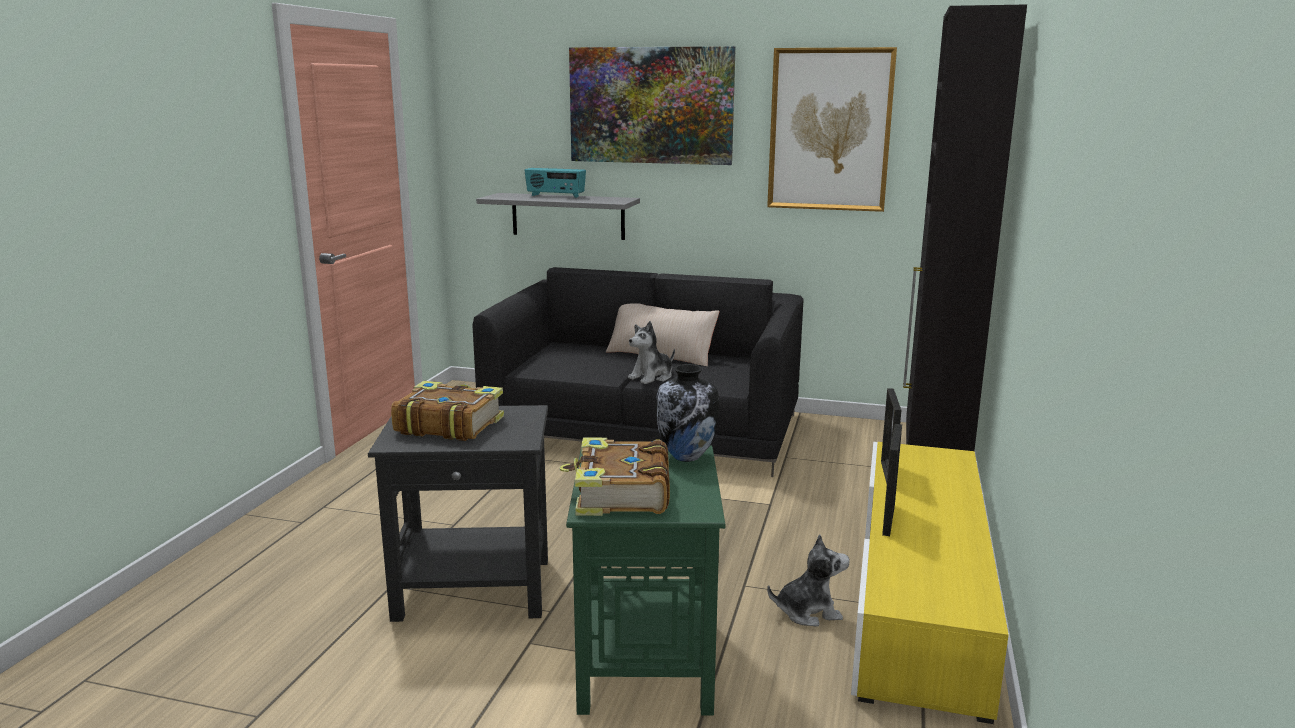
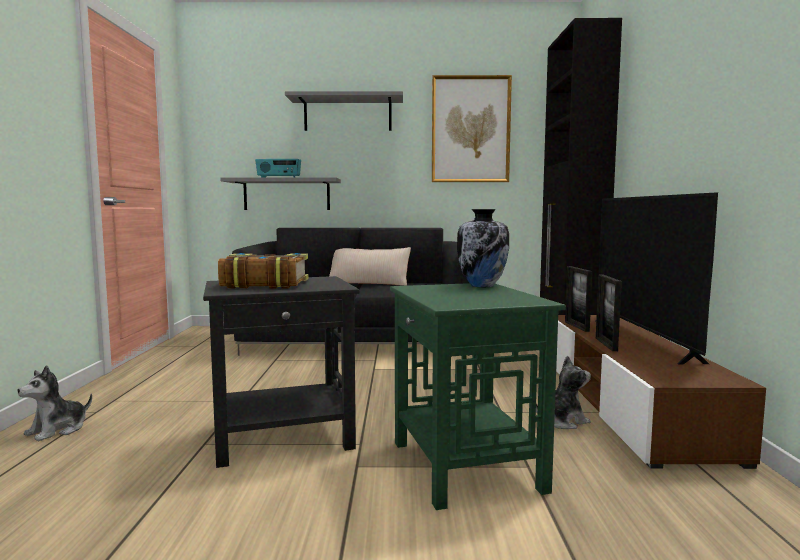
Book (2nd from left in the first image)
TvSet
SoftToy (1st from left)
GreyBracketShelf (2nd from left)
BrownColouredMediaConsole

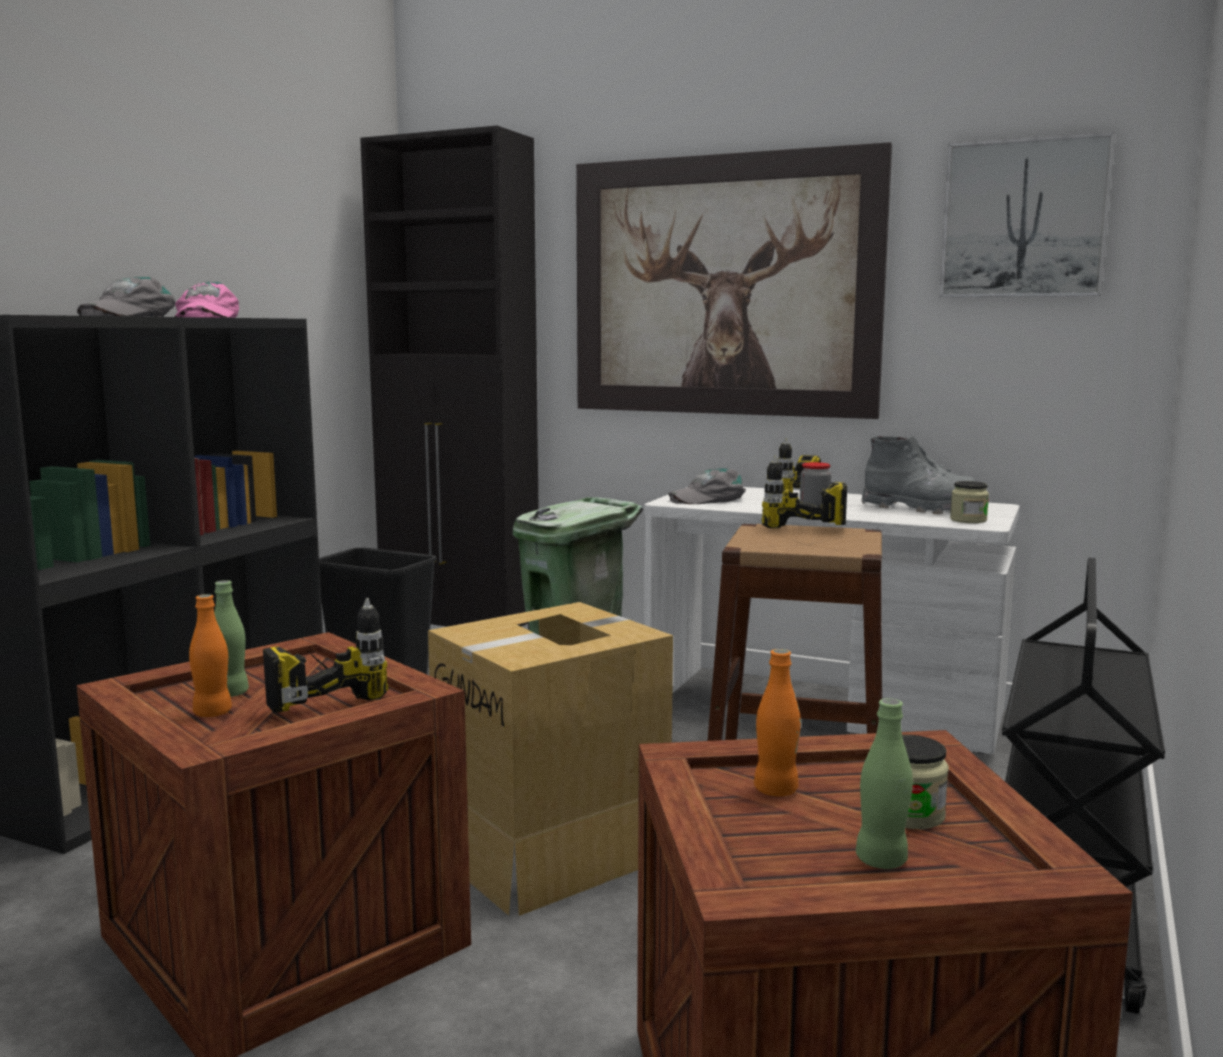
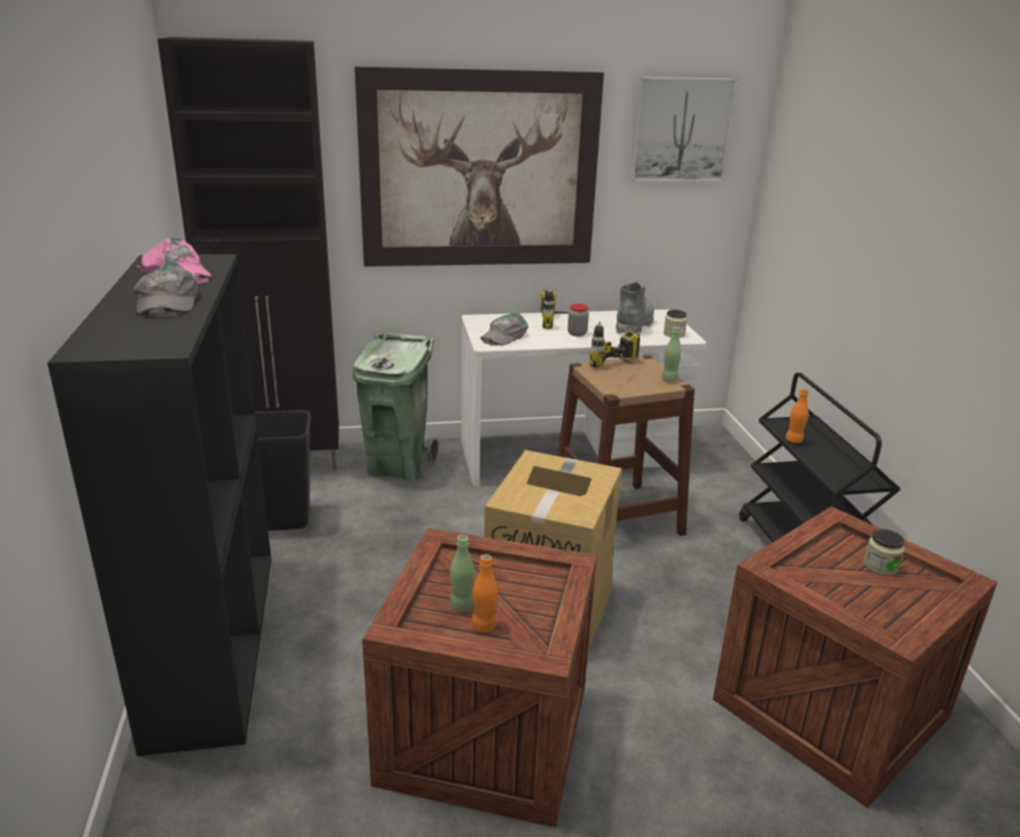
ElectricDrill (1st from left in the first image)
OrangeyBottle (2nd from left)
GreenColouredBottle (2nd from left)
GreyTallBoot

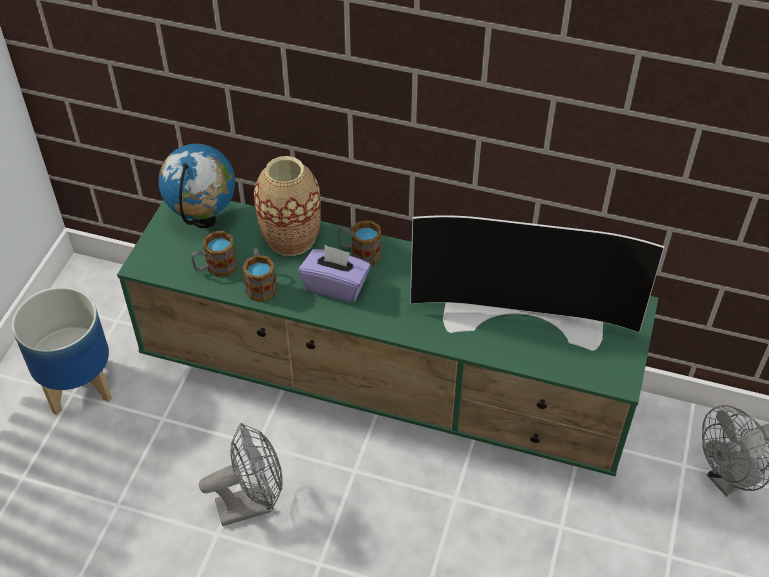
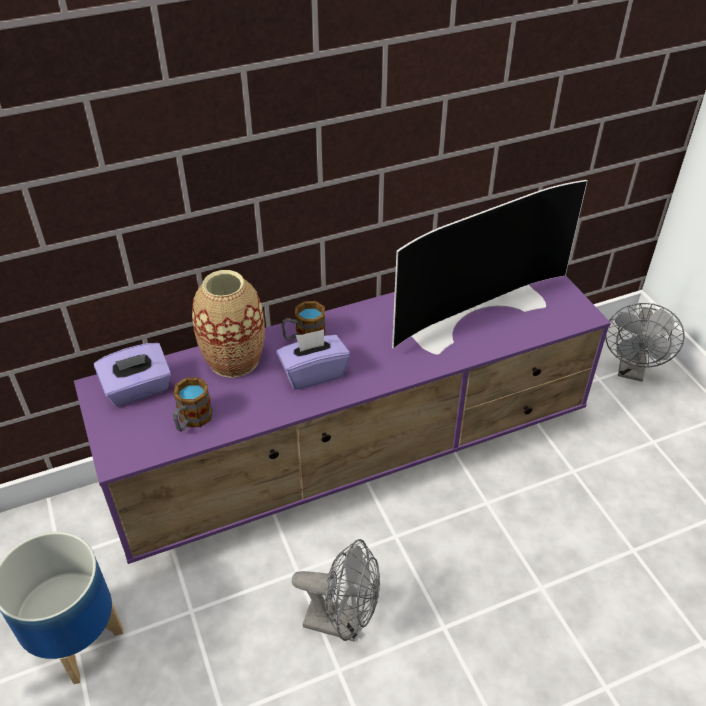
TeaMug (2nd from left in the first image)
PurplishTissueBox (1st from left)
PurplishMediaConsole
GreyFan (1st from left)

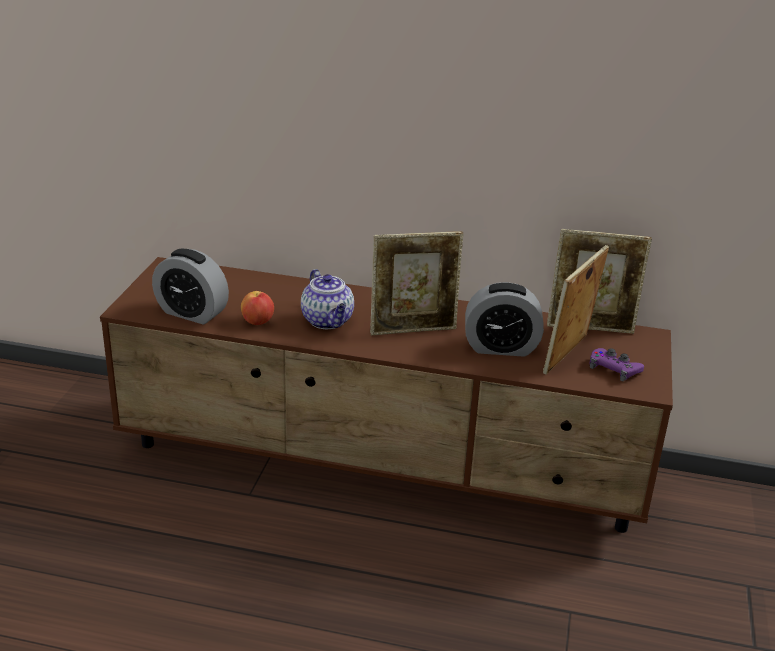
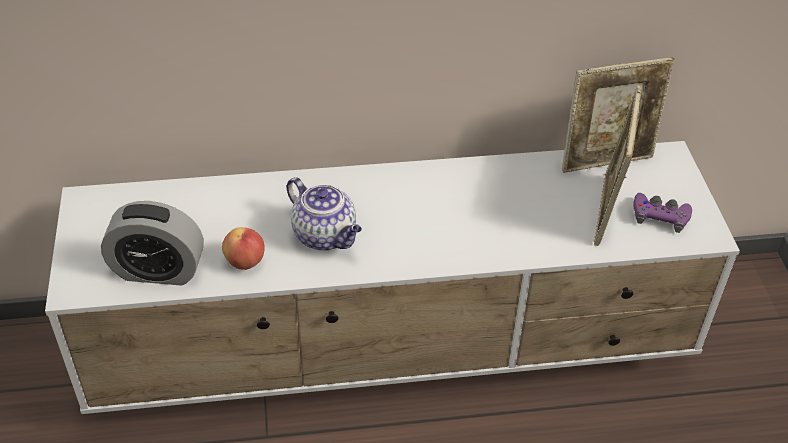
PhotoFrame (1st from left in the first image)
TableClock (2nd from left in the first image)
WhiteMediaConsole

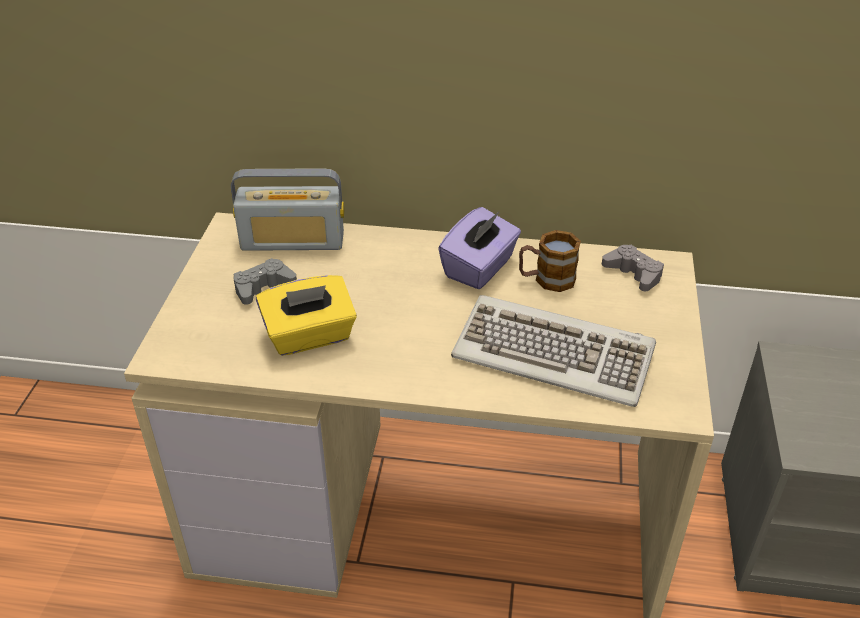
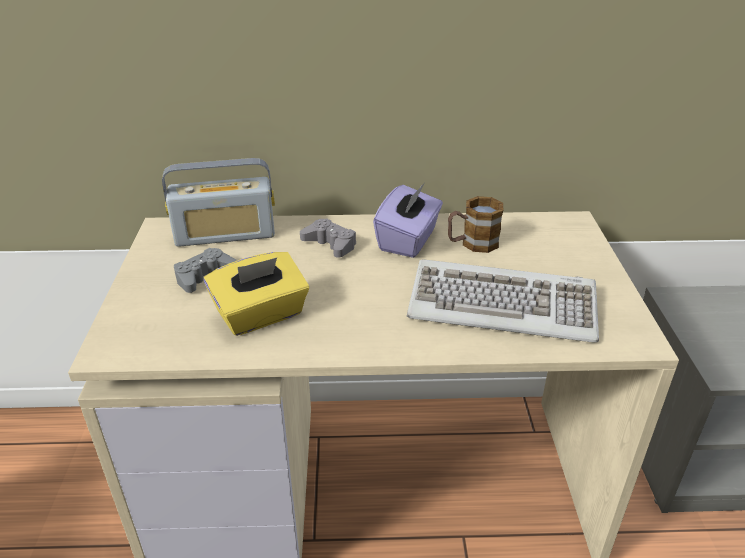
GreyGameController (2nd from left)

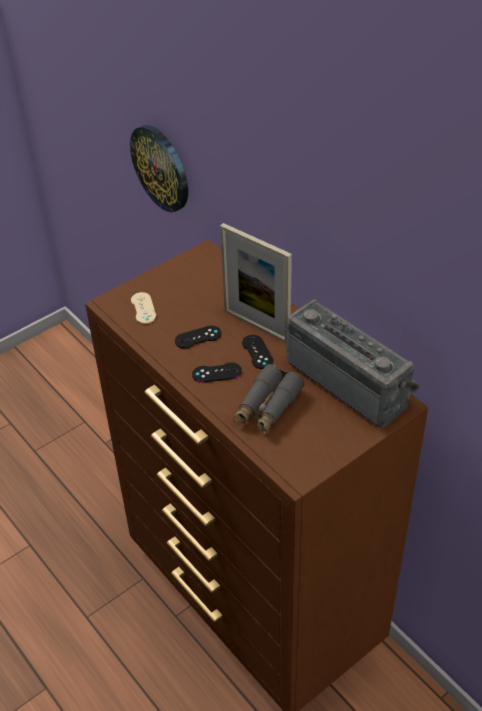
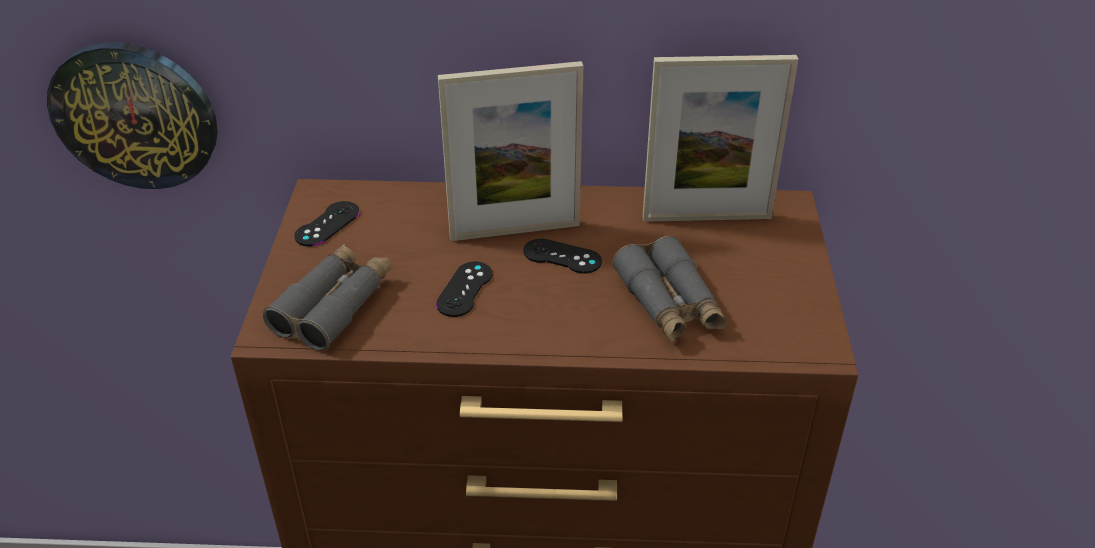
BlackGameController (1st from left)
GreyBinoculars (1st from left)
PhotoFrame (2nd from left)

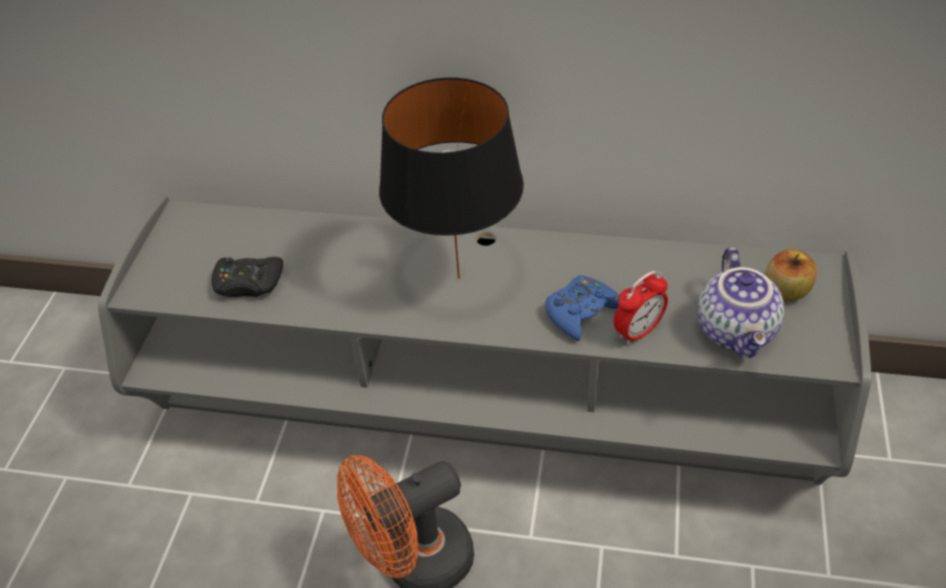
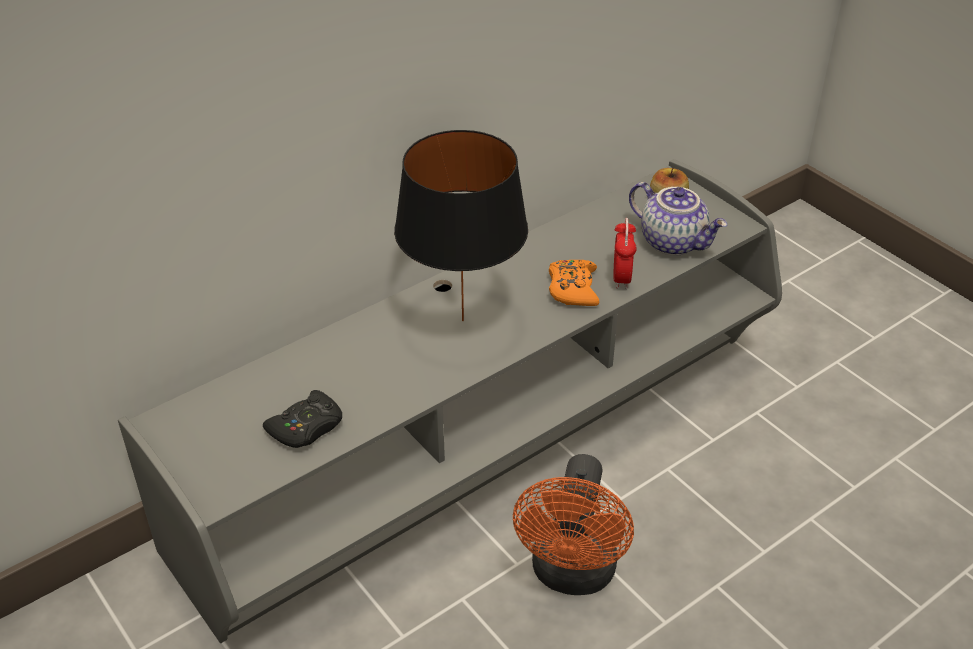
OrangeyGameController

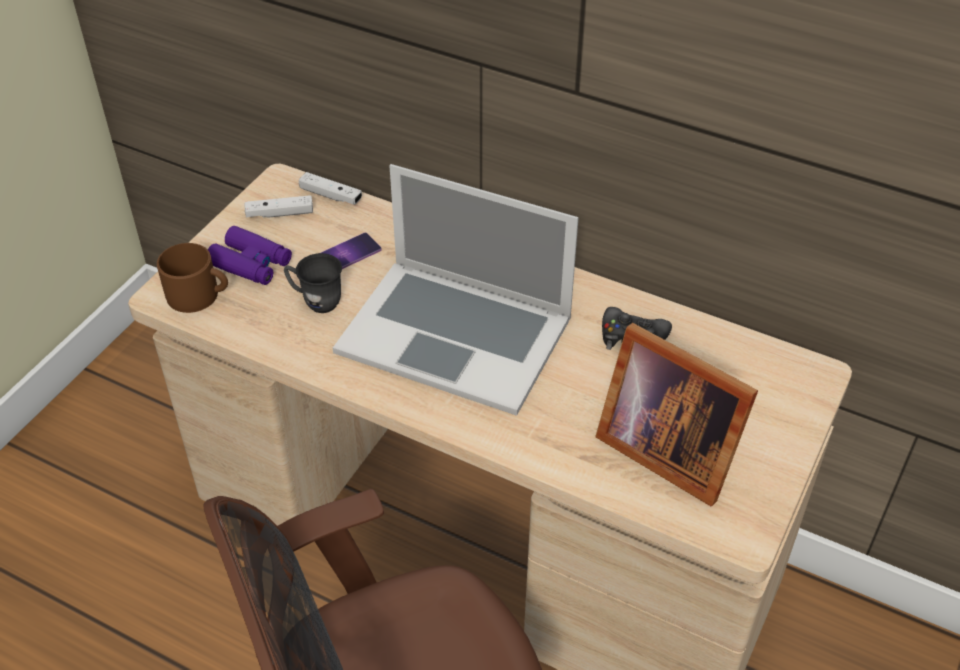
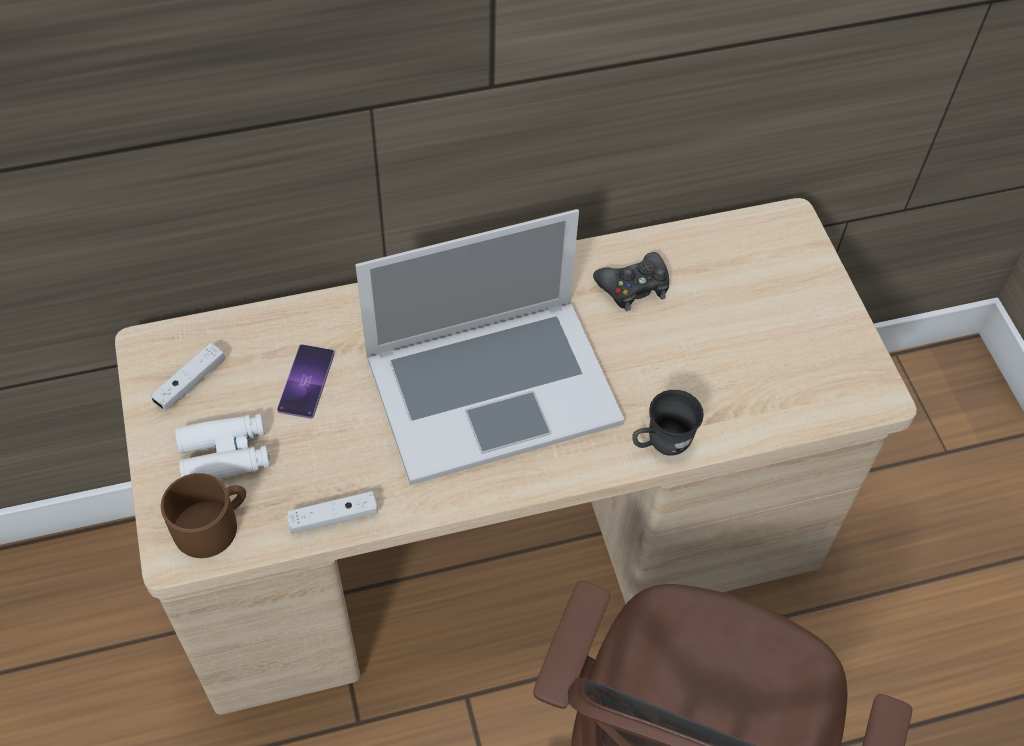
PhotoFrame
GreyTeaMug
WhiteGameController (2nd from left)
WhiteBinoculars

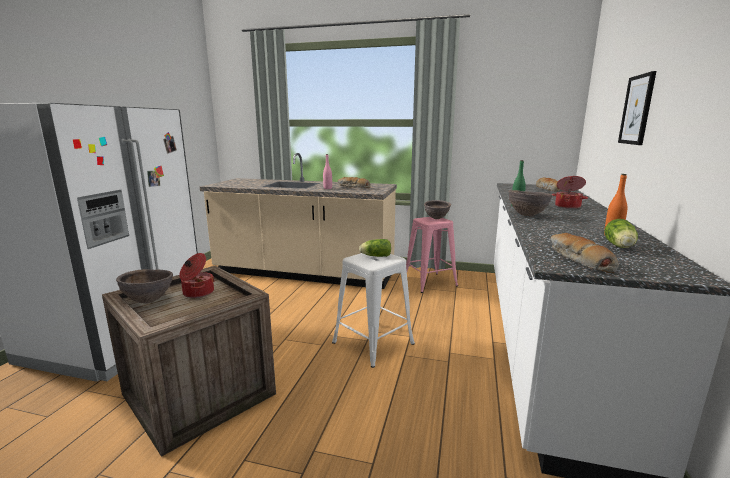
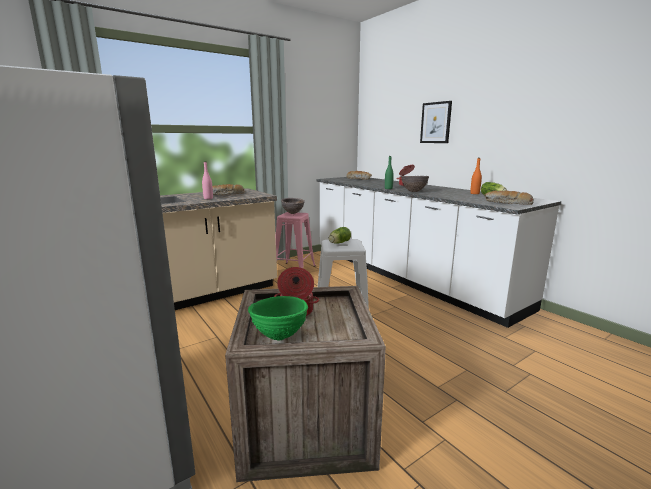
GreenColouredDeepDish

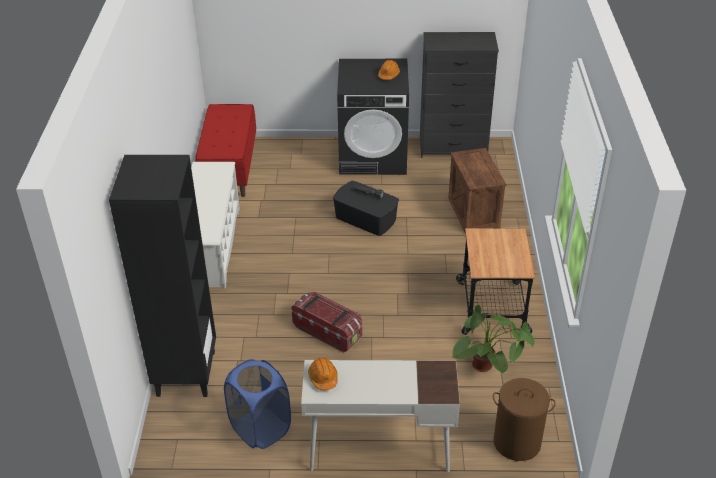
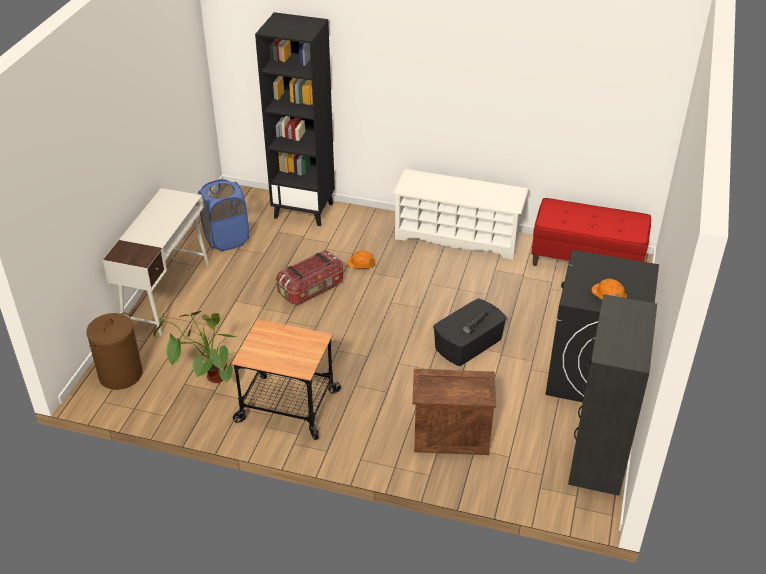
OrangeyWorkHelmet (1st from left)

